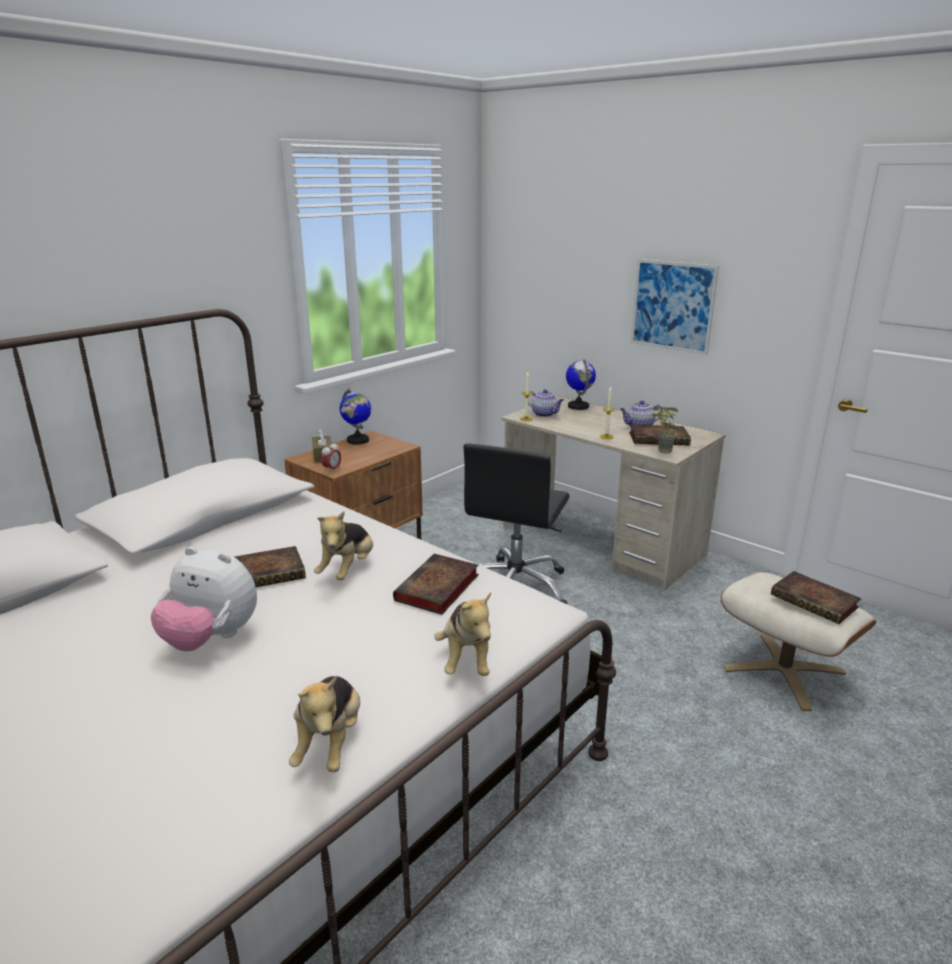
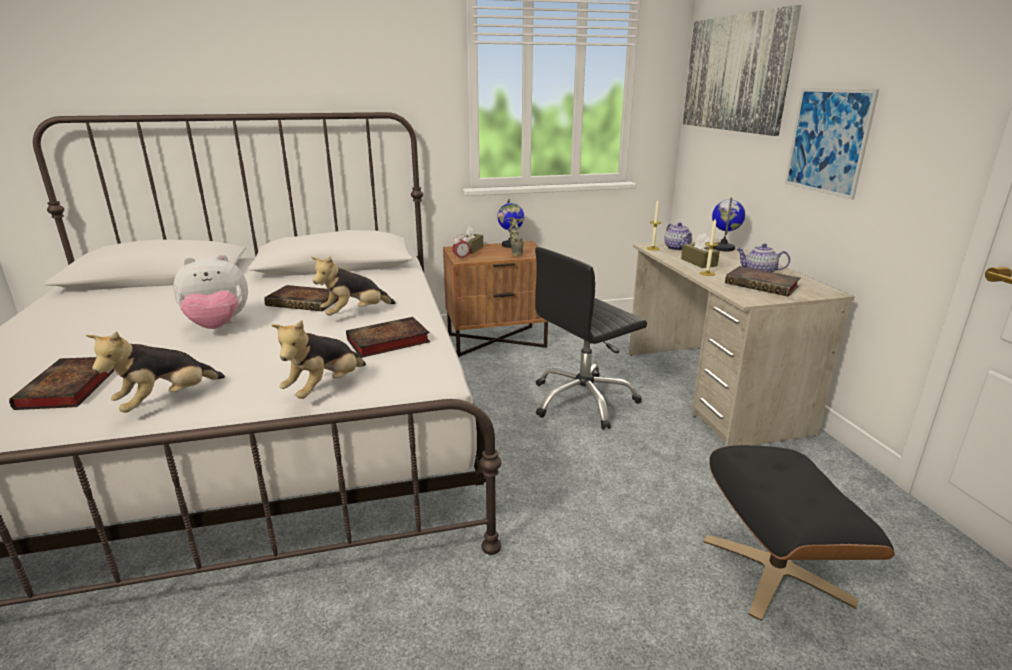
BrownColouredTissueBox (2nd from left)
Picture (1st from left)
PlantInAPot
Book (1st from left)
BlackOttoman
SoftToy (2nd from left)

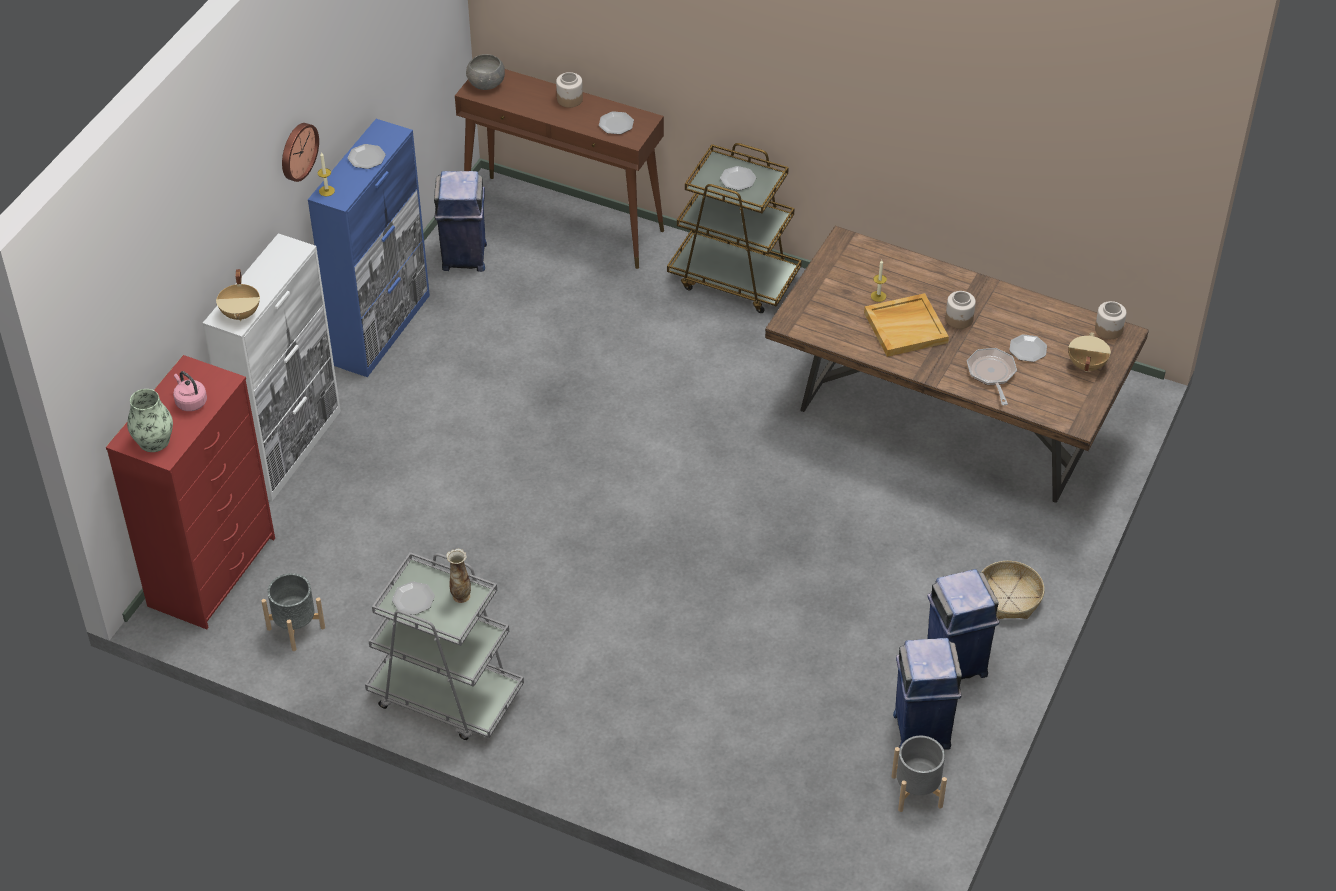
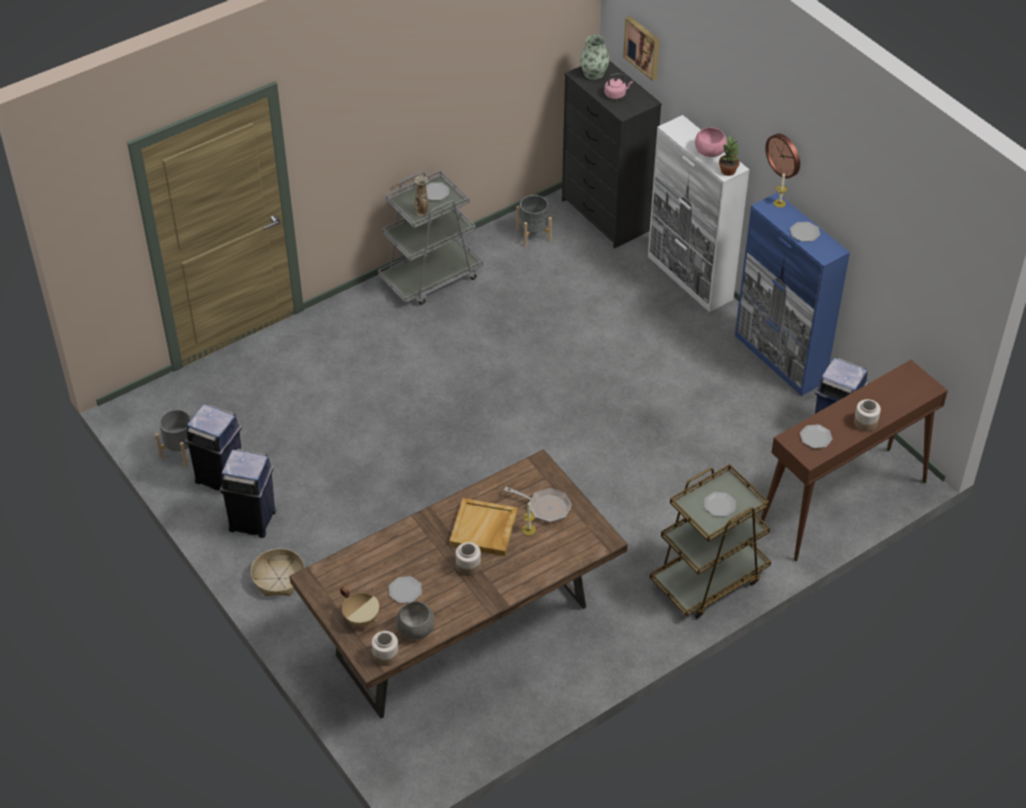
BeigeColouredSaucepot (1st from left in the first image)
Picture
PinkDeepDish
PlantInAPot
GreyDeepDish
FryingPan
BlackDrawerChest

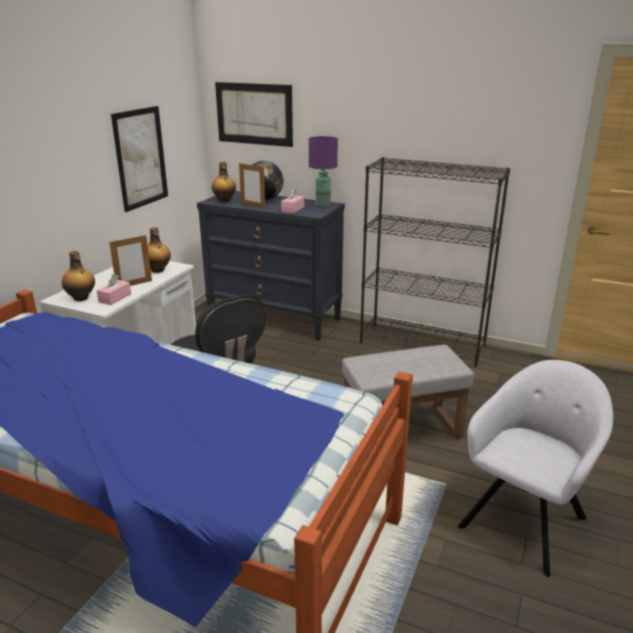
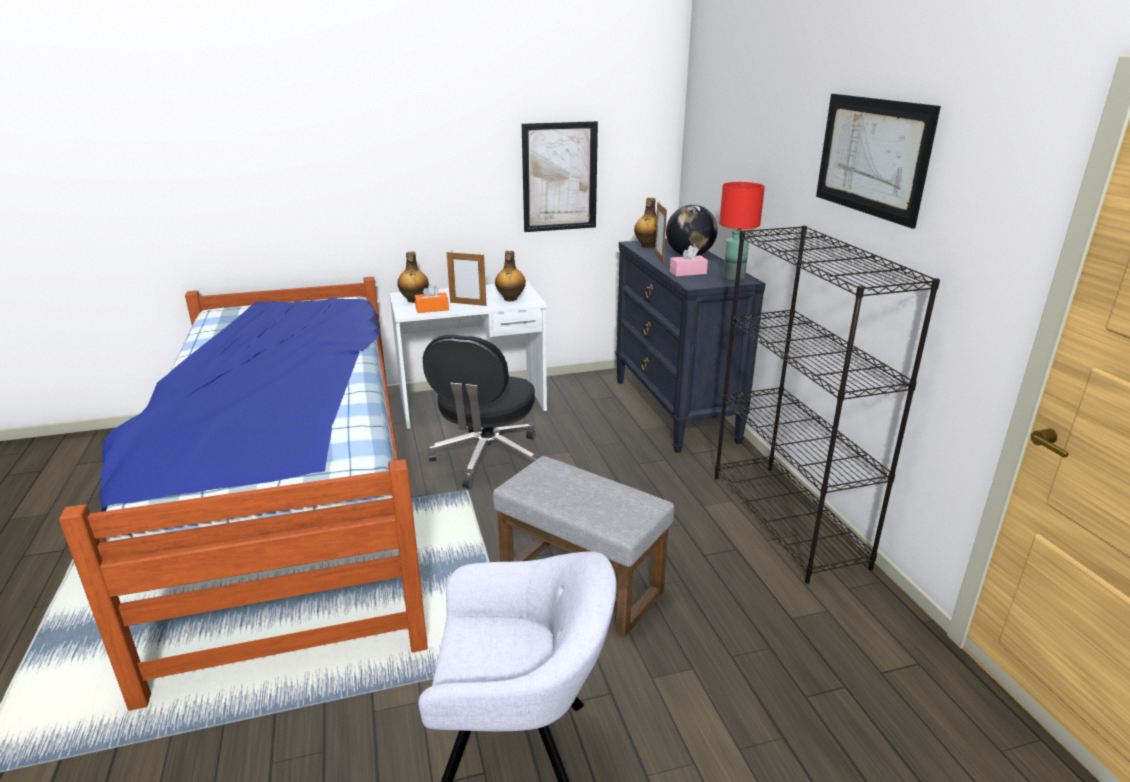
Picture (2nd from left)
OrangeyTissueBox
ReddishTabletopLamp

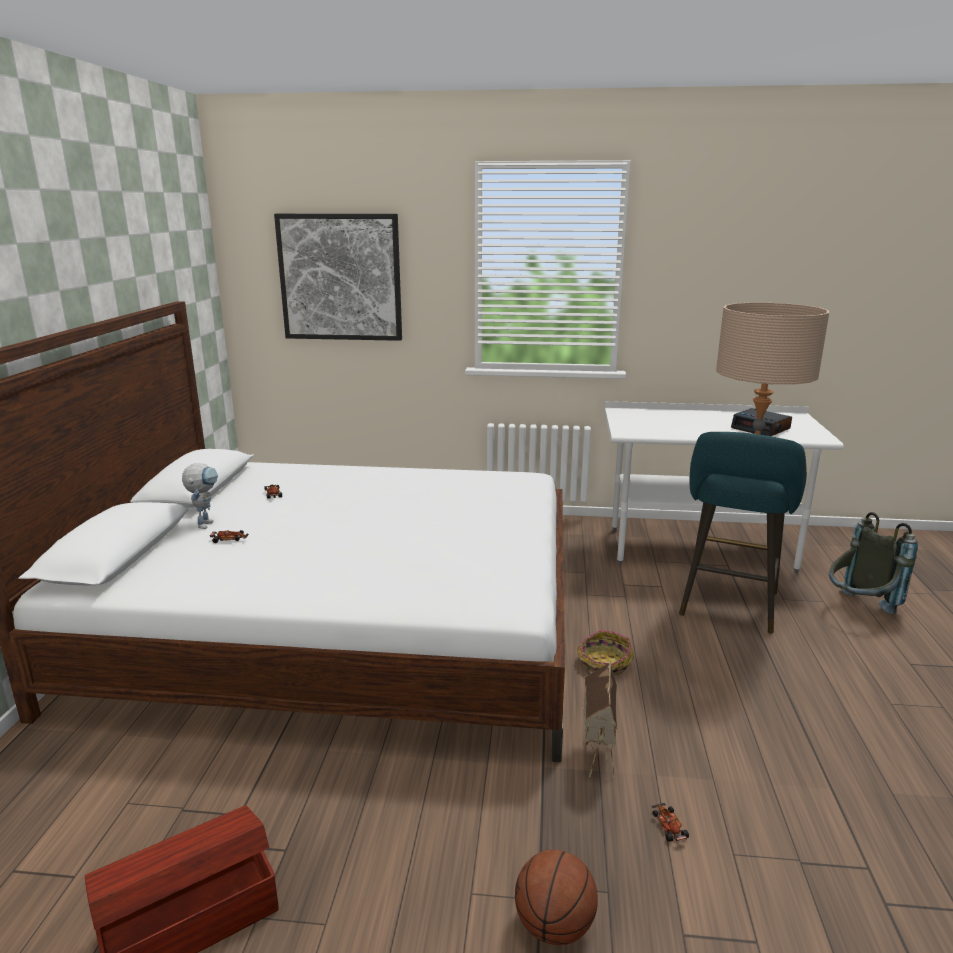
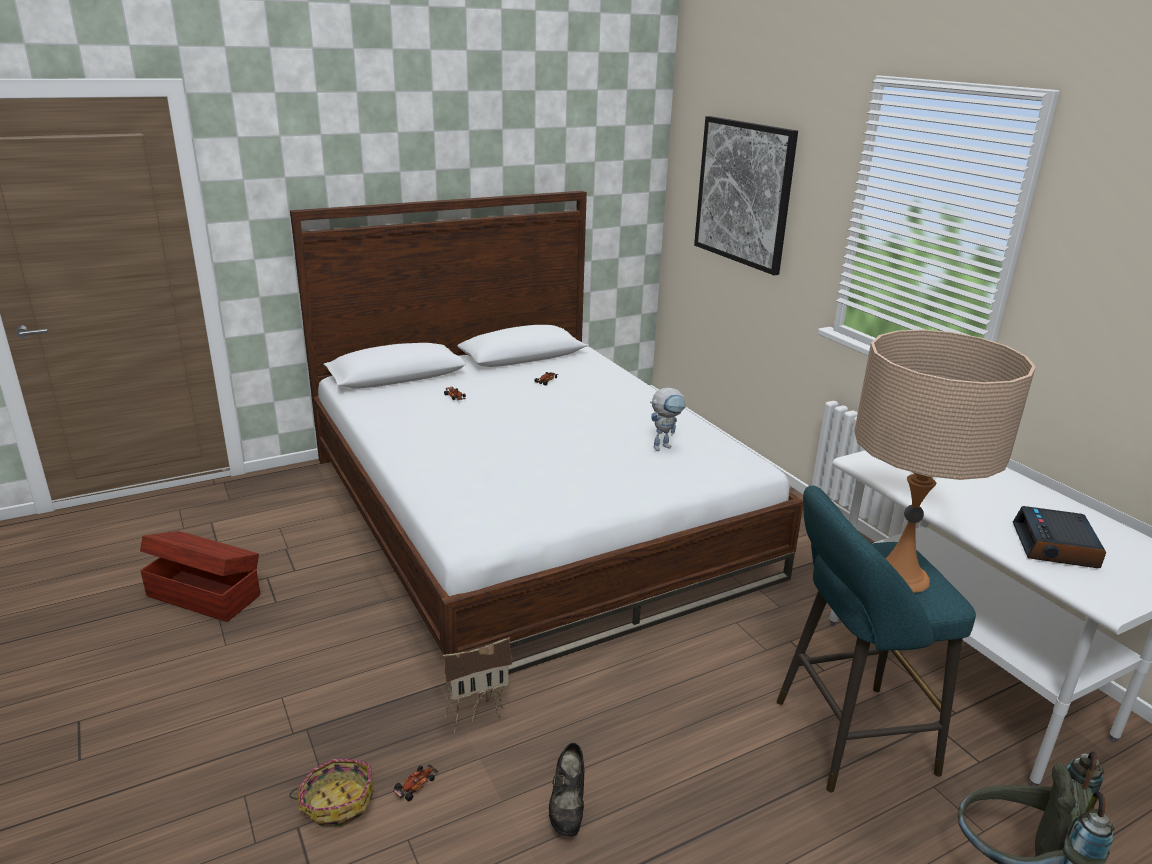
Basketball
BlackLowShoe
ModelRobot
HouseholdBasket

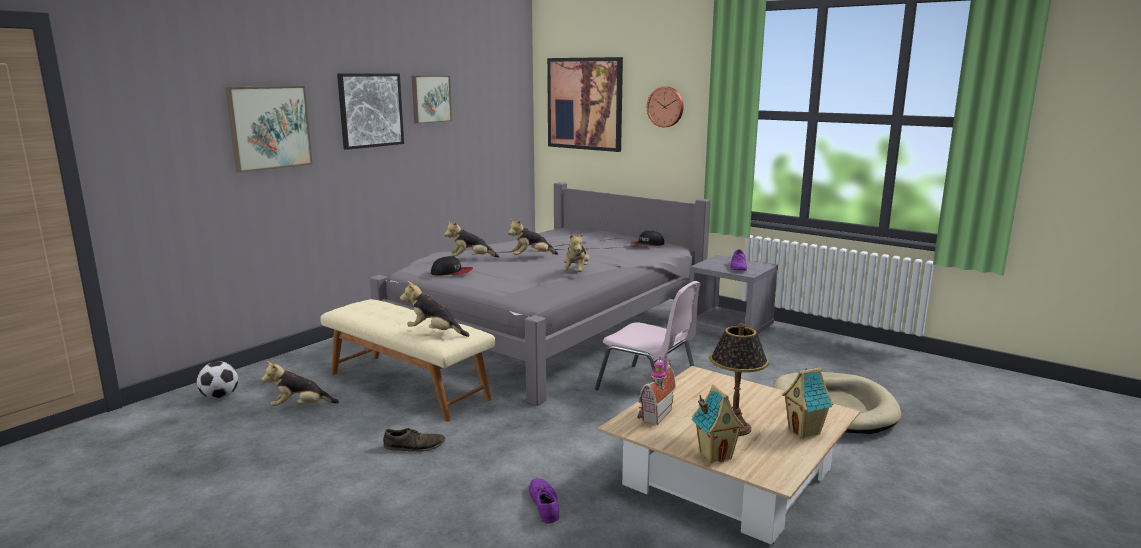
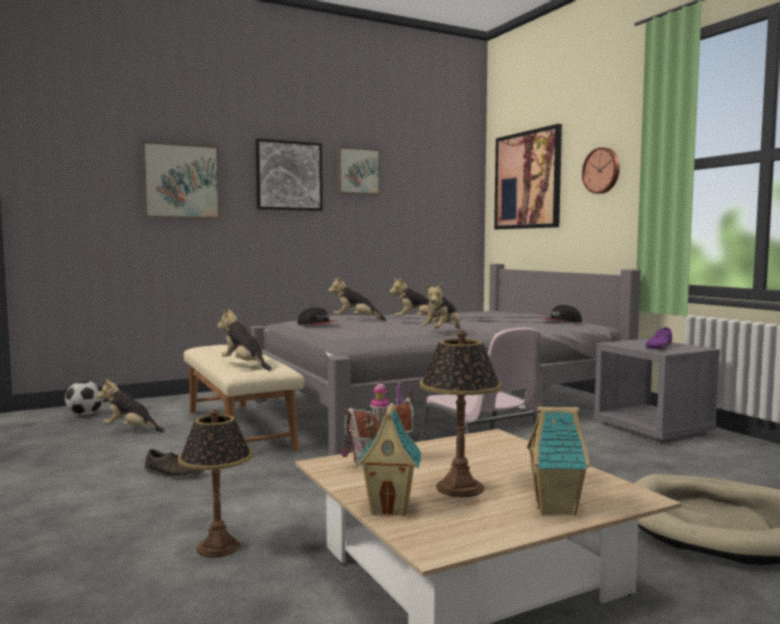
TabletopLamp (1st from left)

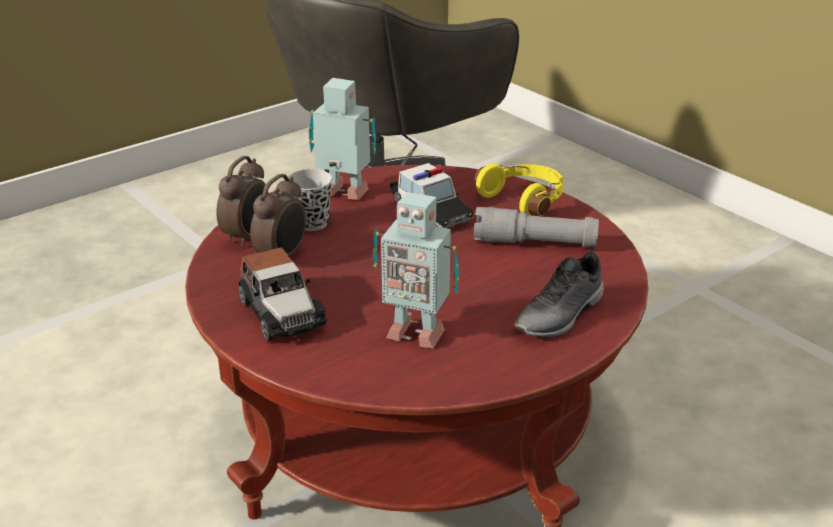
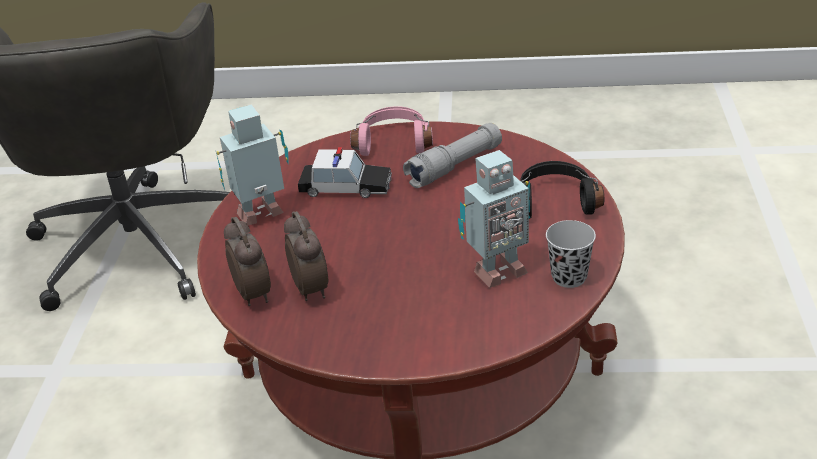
MiniatureCar (1st from left in the first image)
BlackDrinkingCup
BlackPairOfHeadphones
PinkPairOfHeadphones

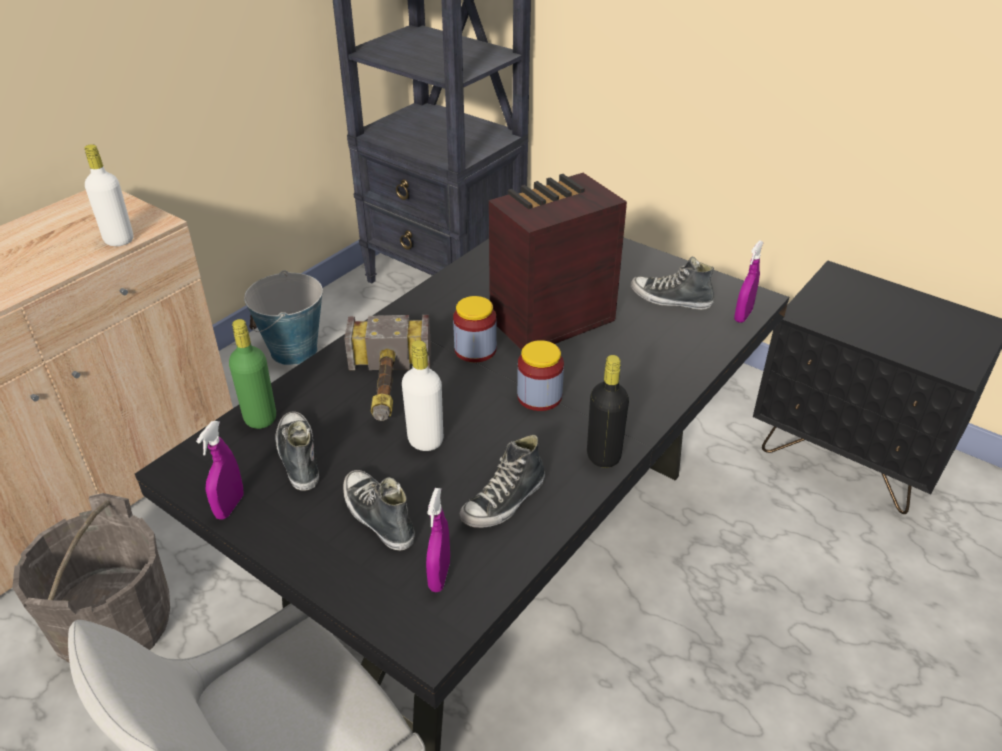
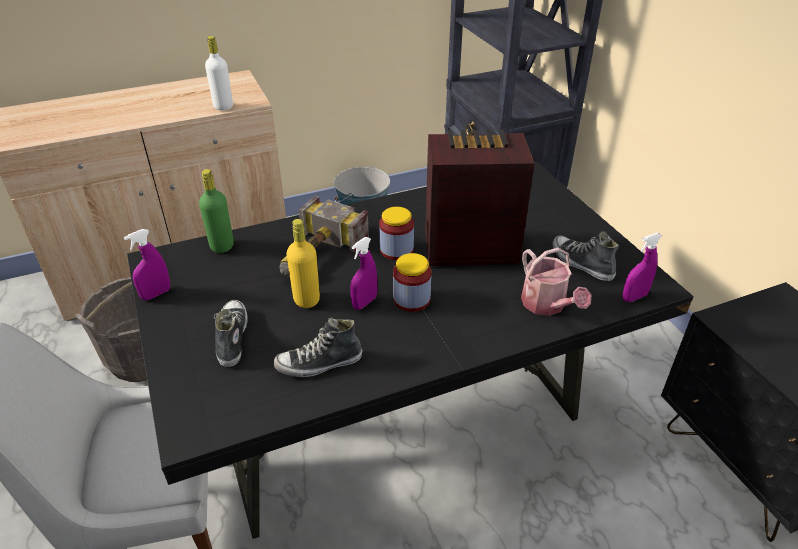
LowShoe (1st from left in the first image)
BlackBottle
WateringPot
PurplishSprayer (2nd from left)
YellowBottle

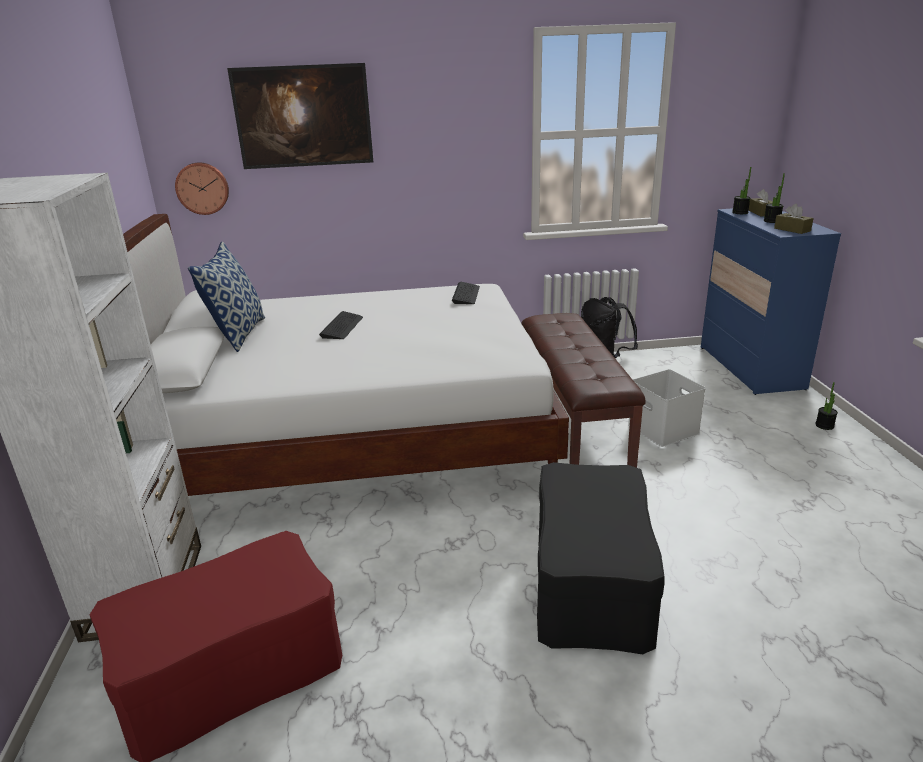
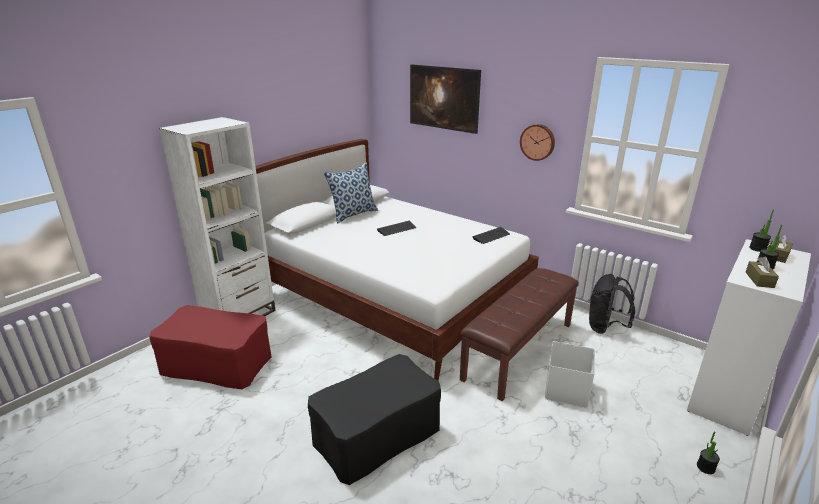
HangingClock
WhiteDrawerChest

